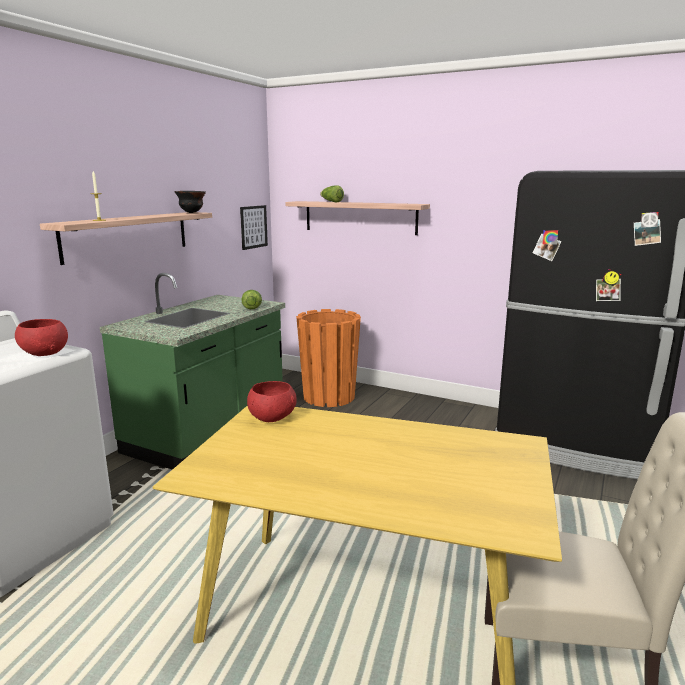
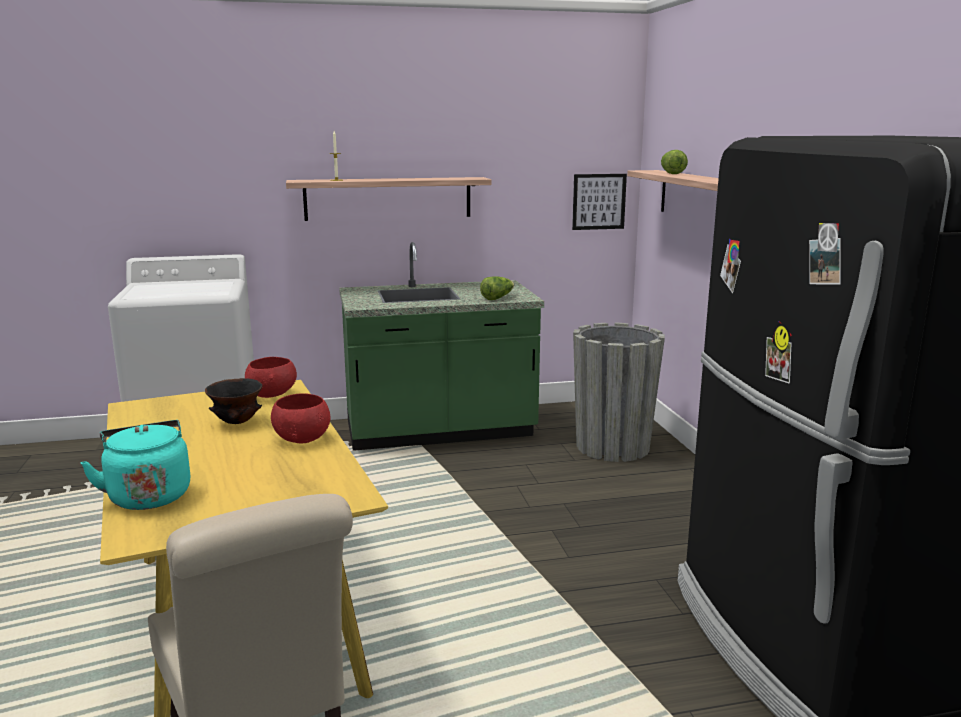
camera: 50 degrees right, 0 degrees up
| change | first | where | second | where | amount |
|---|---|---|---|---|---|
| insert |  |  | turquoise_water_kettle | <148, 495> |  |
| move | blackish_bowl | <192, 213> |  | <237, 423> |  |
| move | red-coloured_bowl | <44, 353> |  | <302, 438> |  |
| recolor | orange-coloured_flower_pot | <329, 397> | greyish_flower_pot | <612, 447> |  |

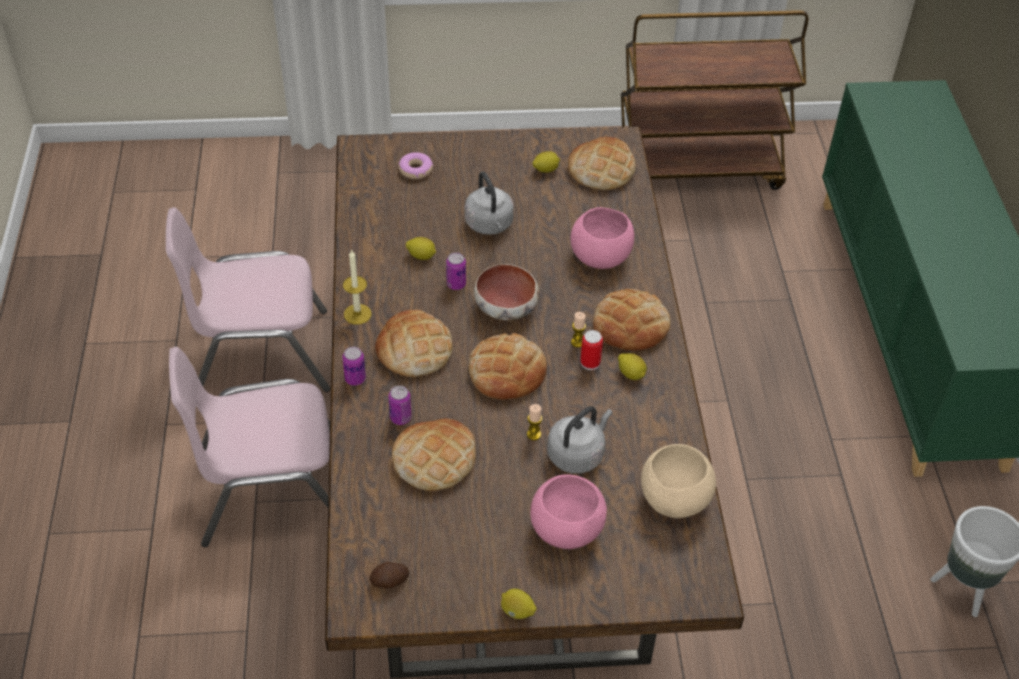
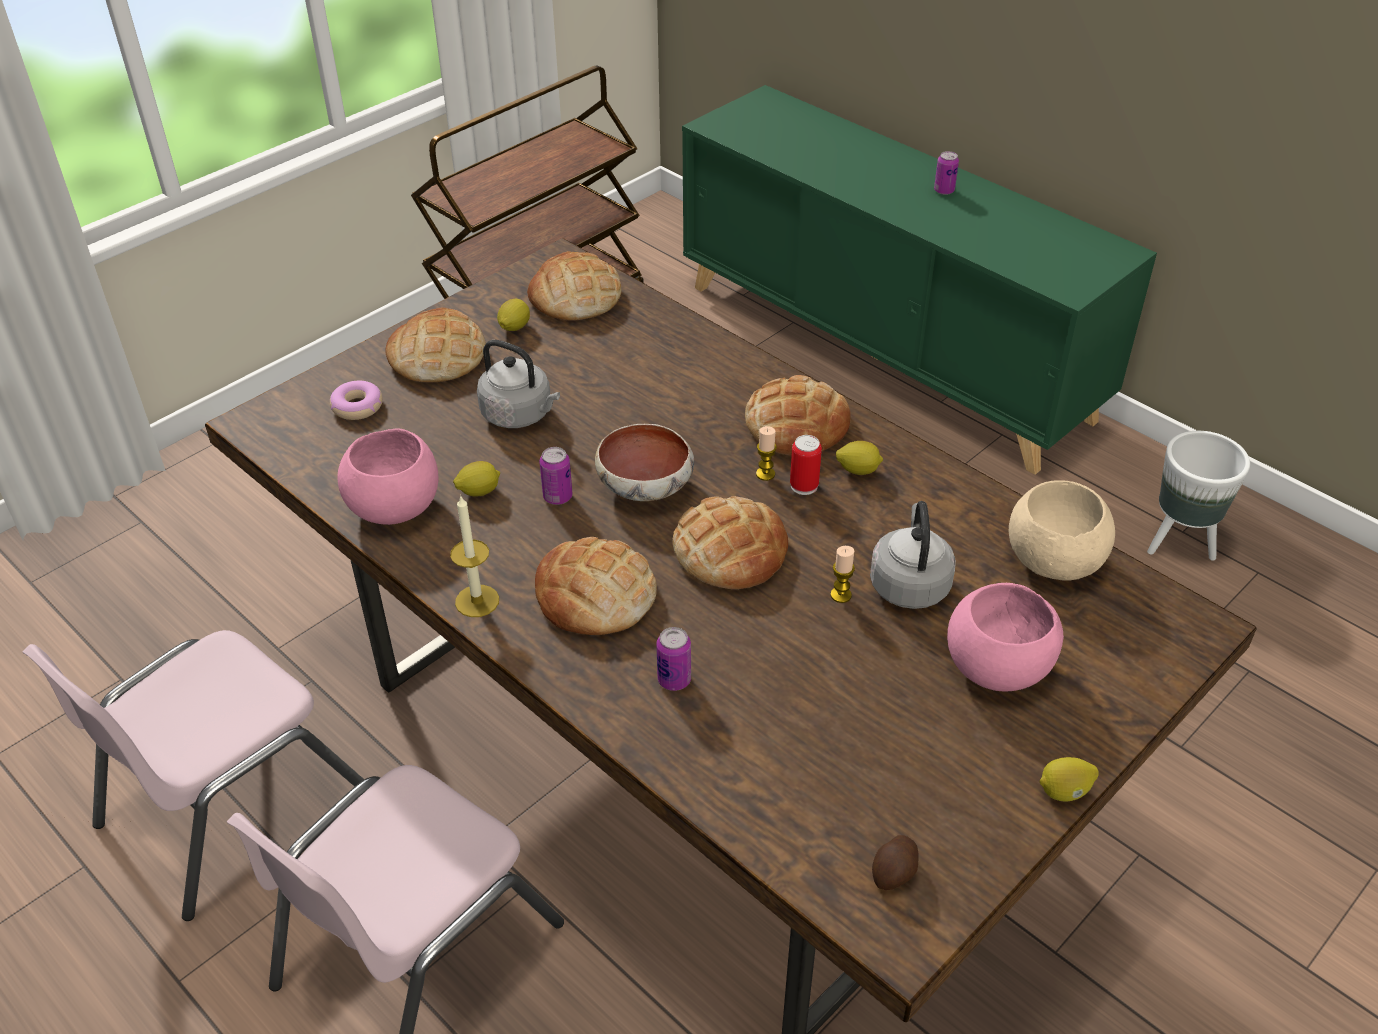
camera: 40 degrees left, 5 degrees down
| change | first | where | second | where | amount |
|---|---|---|---|---|---|
| move | pink-coloured_bowl | <602, 256> |  | <396, 505> |  |
| move | bakery_bread | <434, 459> |  | <437, 355> |  |
| move | sealed_can | <355, 379> |  | <944, 190> |  |

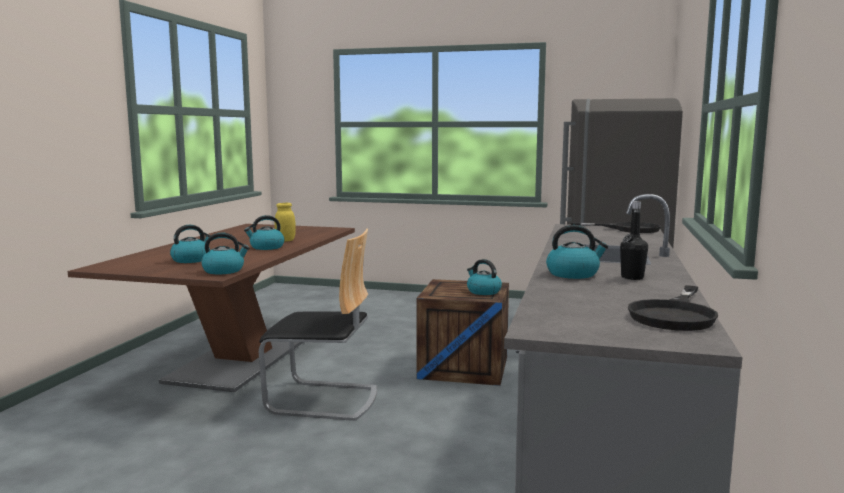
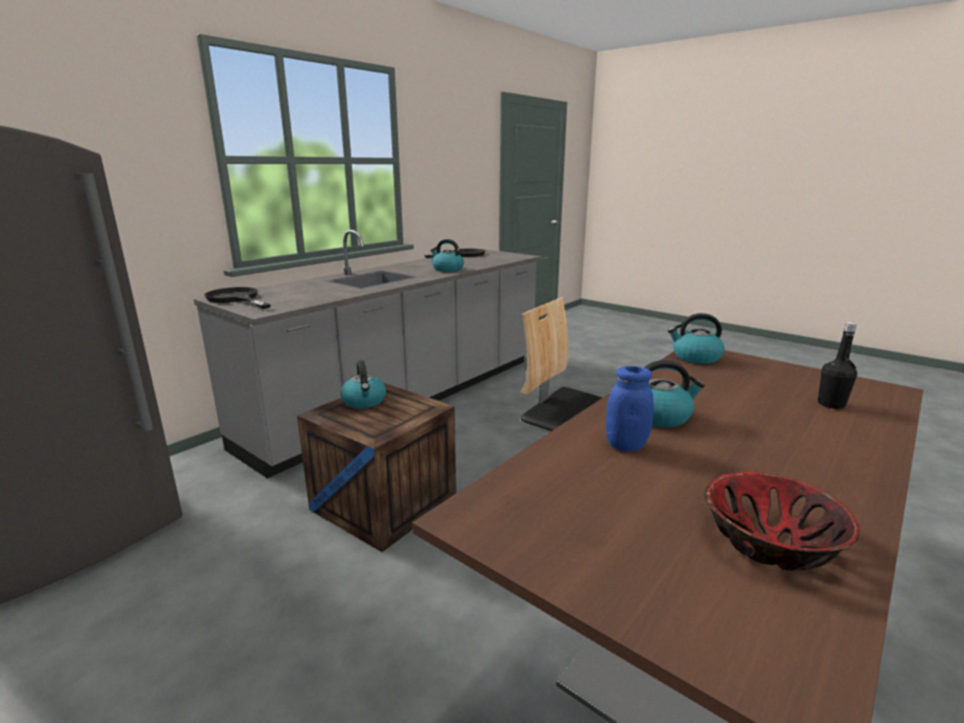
camera: 155 degrees left, 10 degrees up
| change | first | where | second | where | amount |
|---|---|---|---|---|---|
| recolor | yellow_preserve_jar | <285, 240> | blue-coloured_preserve_jar | <626, 445> |  |
| insert |  |  | bowl | <769, 541> |  |
| move | blackish_drink_bottle | <632, 277> |  | <831, 404> |  |
| delete | water_kettle | <191, 260> |  |  |  |

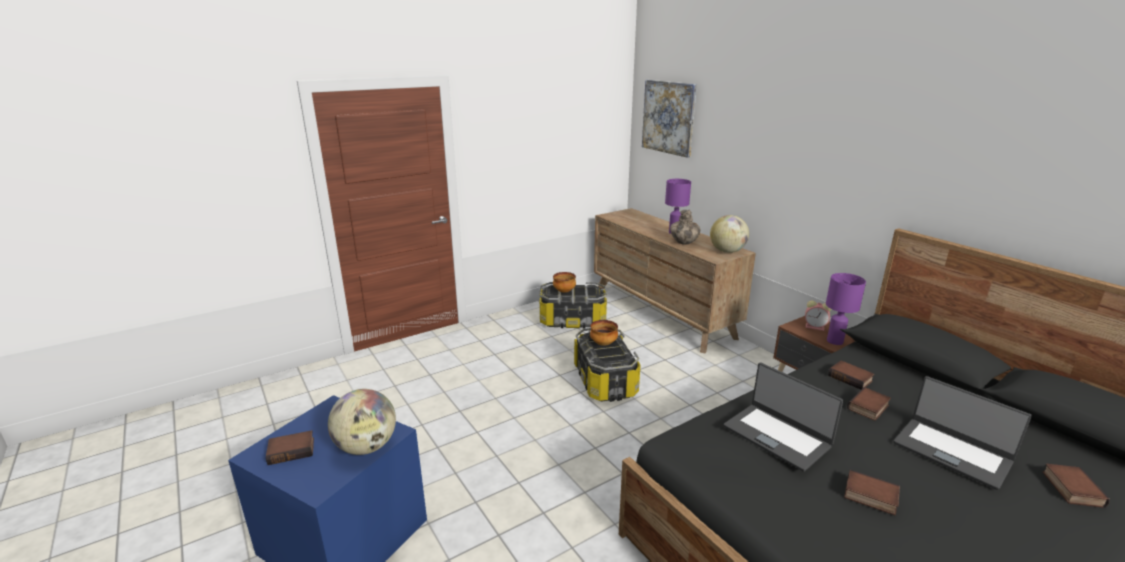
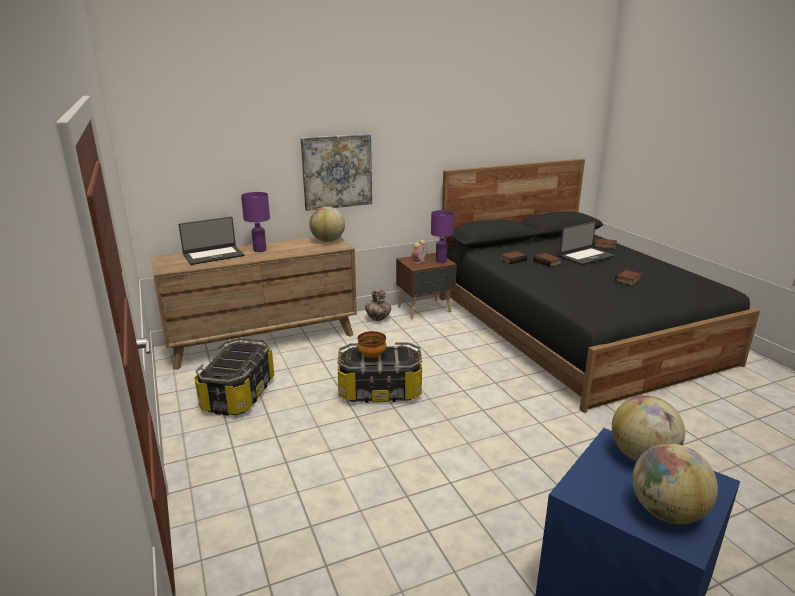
camera: 80 degrees left, 0 degrees up
| change | first | where | second | where | amount |
|---|---|---|---|---|---|
| move | portable_computer | <777, 436> |  | <213, 255> |  |
| move | wall_art | <668, 117> |  | <337, 172> |  |
| move | vase | <684, 243> |  | <378, 319> |  |
| replace | book | <292, 450> | world_globe | <666, 512> |  |
| delete | bowl | <564, 291> |  |  |  |

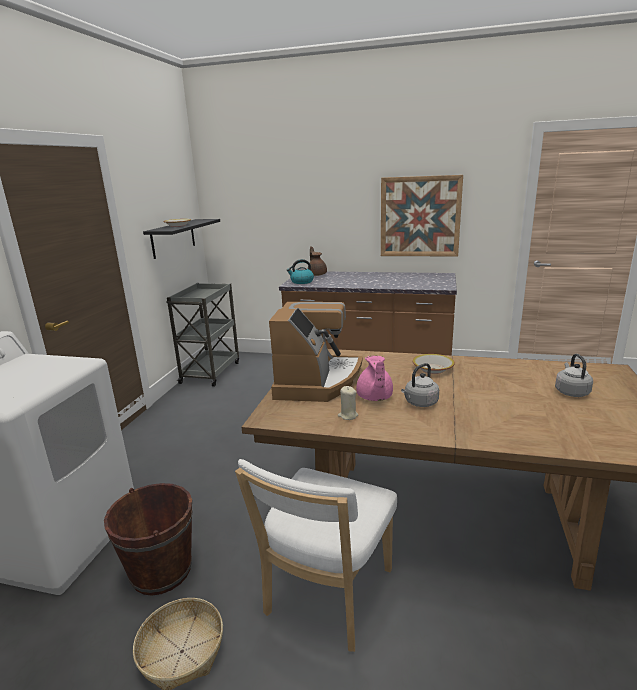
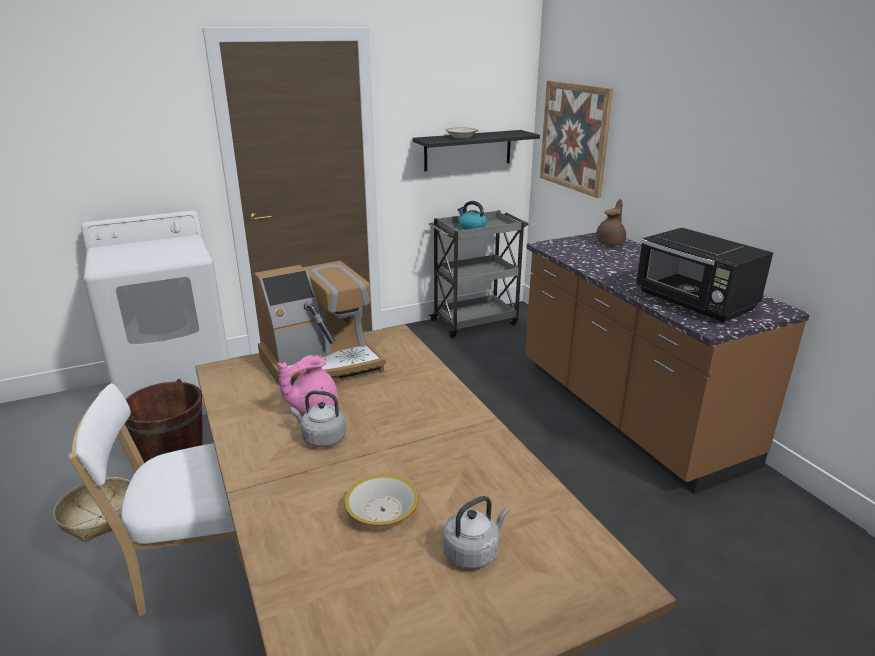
camera: 50 degrees right, 5 degrees up
| change | first | where | second | where | amount |
|---|---|---|---|---|---|
| move | bowl | <433, 369> |  | <382, 510> |  |
| move | water_kettle | <301, 282> |  | <472, 227> |  |
| move | wall_art | <420, 217> |  | <574, 137> |  |
| insert |  |  | blackish_microwave_oven | <695, 303> |  |
| delete | sand-coloured_candle | <348, 415> |  |  |  |

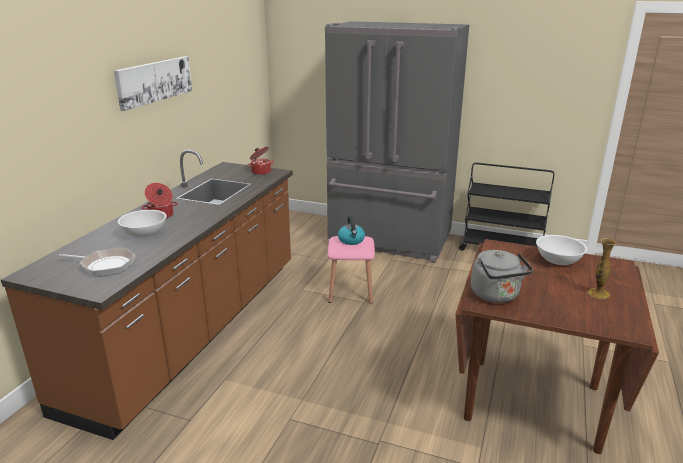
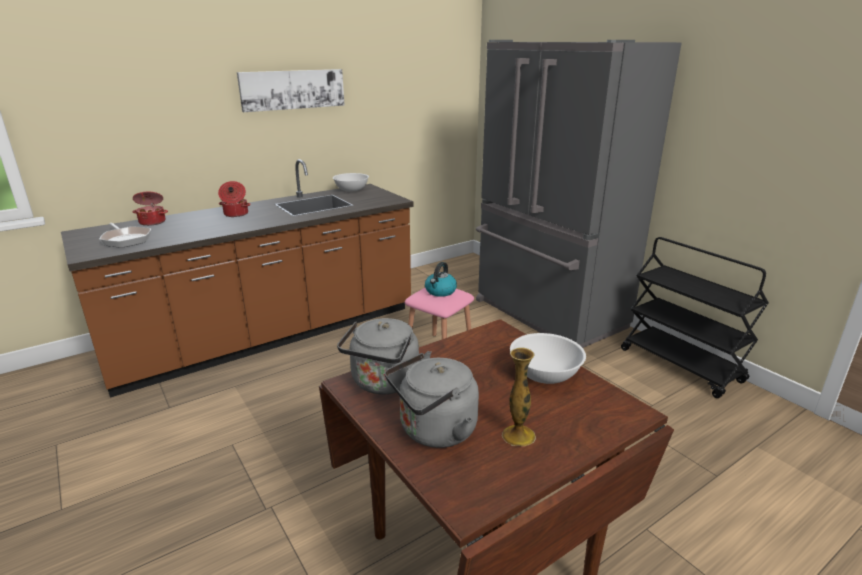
camera: 35 degrees right, 0 degrees up
| change | first | where | second | where | amount |
|---|---|---|---|---|---|
| move | saucepot | <261, 172> |  | <153, 222> |  |
| move | white_bowl | <144, 233> |  | <351, 190> |  |
| insert |  |  | greyish_water_kettle | <434, 431> |  |

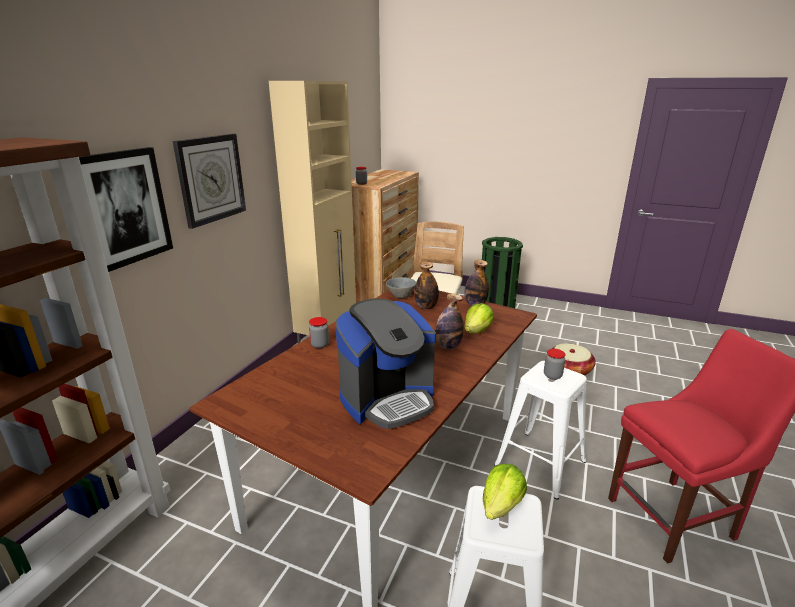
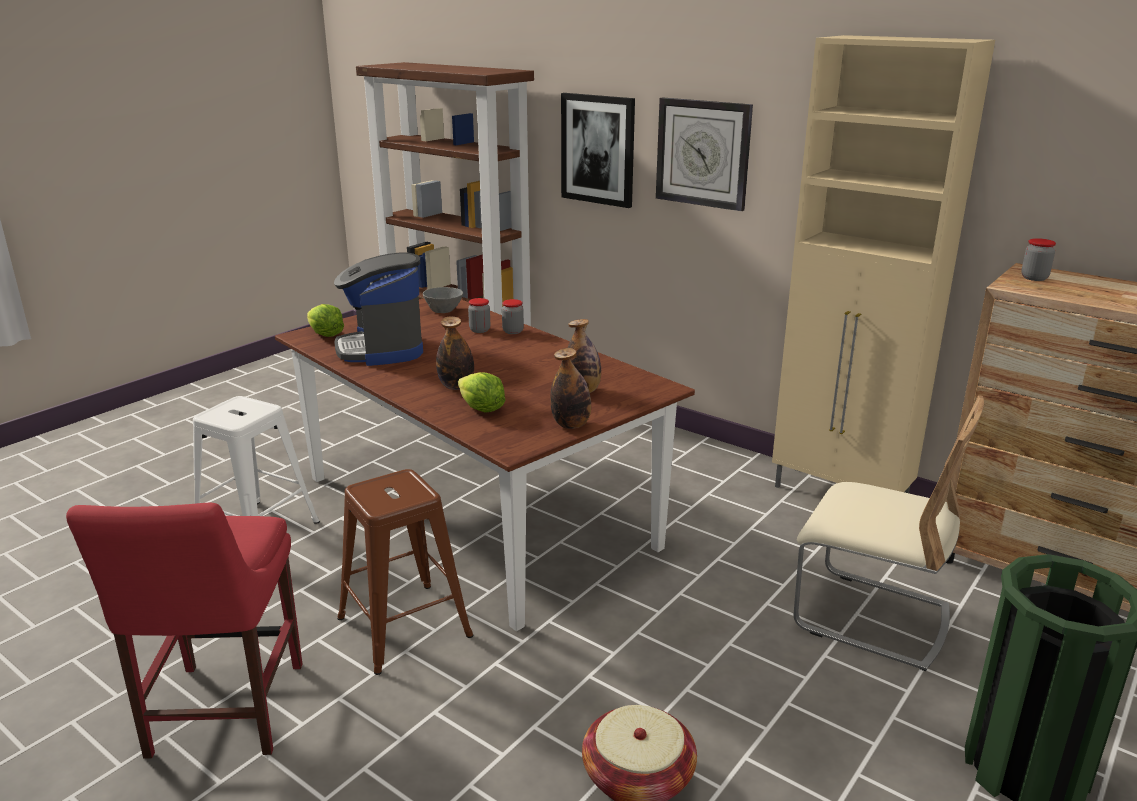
camera: 105 degrees right, 0 degrees up
| change | first | where | second | where | amount |
|---|---|---|---|---|---|
| move | lettuce_head | <502, 505> |  | <326, 335> |  |
| recolor | white_sitting_stool | <540, 464> | brown-coloured_sitting_stool | <402, 626> |  |
| move | greyish_bowl | <401, 295> |  | <444, 311> |  |
| move | preserve_jar | <552, 375> |  | <480, 330> |  |

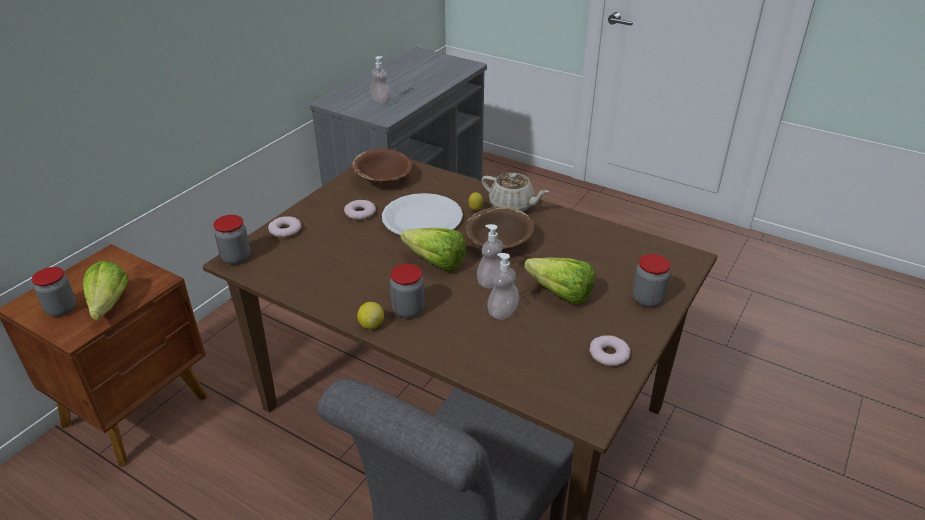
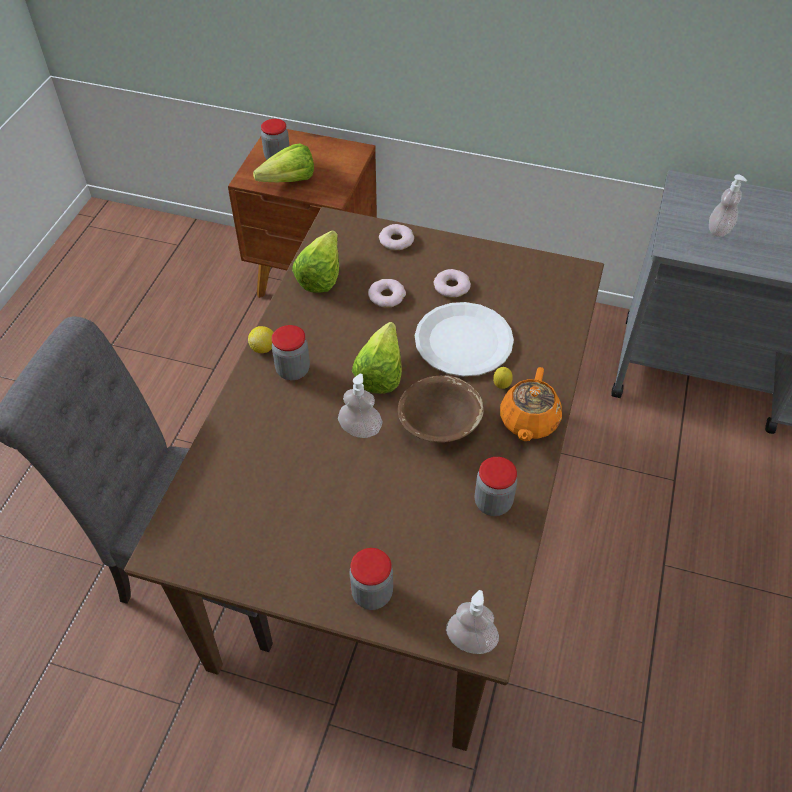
camera: 75 degrees right, 15 degrees up
| change | first | where | second | where | amount |
|---|---|---|---|---|---|
| move | lettuce_head | <556, 291> |  | <324, 273> |  |
| move | ring_doughnut | <608, 354> |  | <387, 296> |  |
| move | soap_bottle | <502, 312> |  | <471, 641> |  |
| move | preserve_jar | <236, 258> |  | <493, 502> |  |
| recolor | sand-coloured_tea_pot | <512, 206> | orange-coloured_tea_pot | <528, 421> |  |
| delete | brown-coloured_bowl | <383, 179> |  |  |  |

